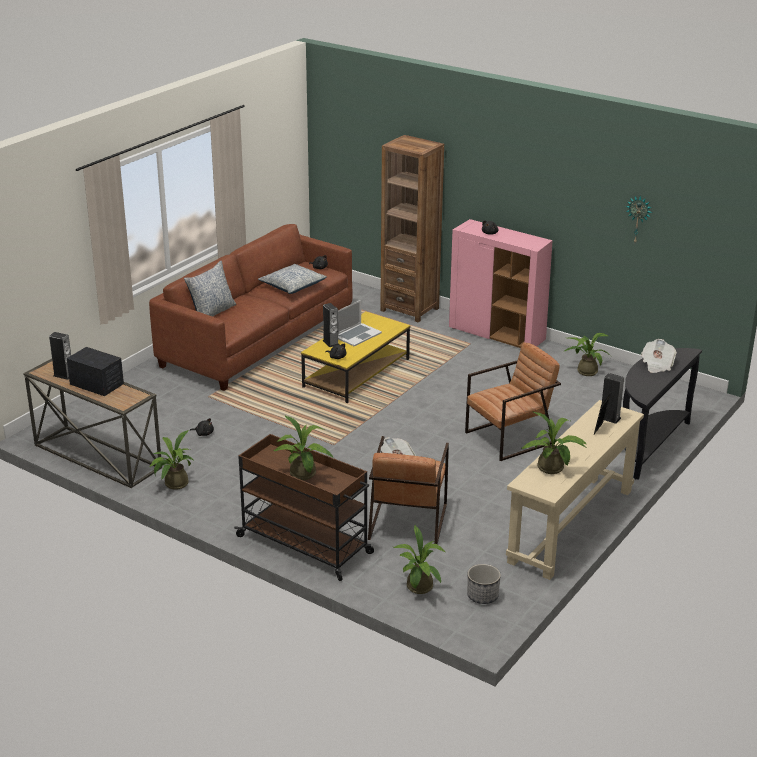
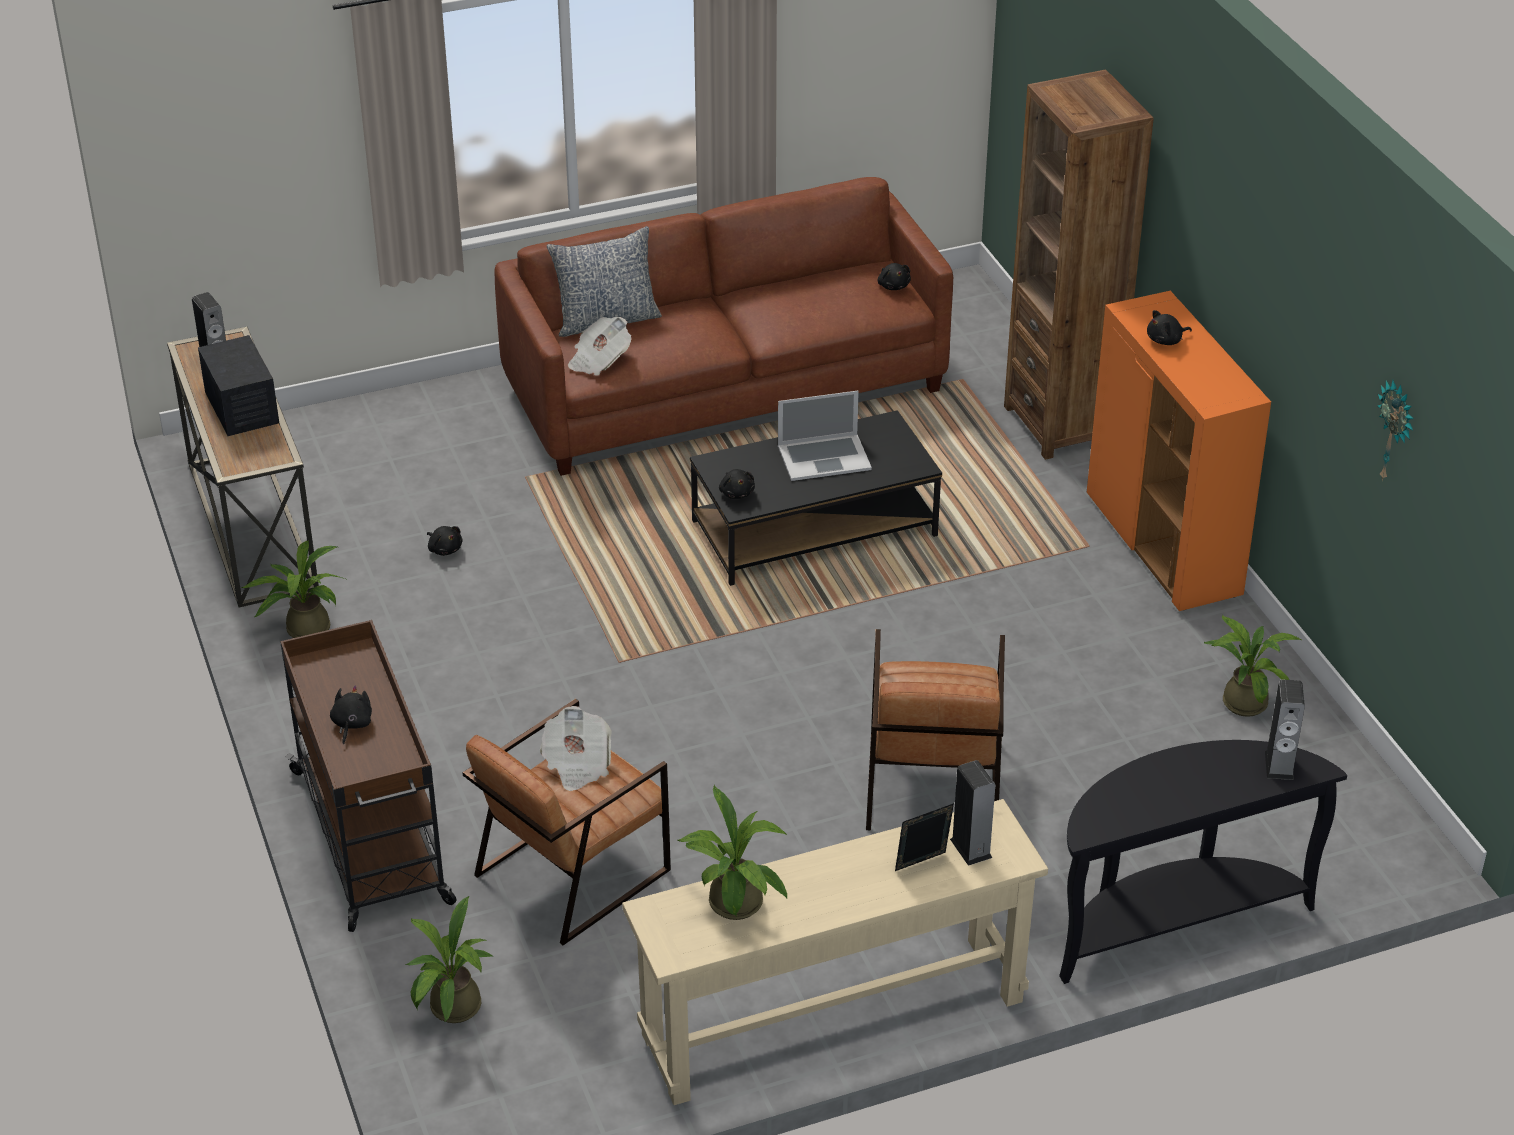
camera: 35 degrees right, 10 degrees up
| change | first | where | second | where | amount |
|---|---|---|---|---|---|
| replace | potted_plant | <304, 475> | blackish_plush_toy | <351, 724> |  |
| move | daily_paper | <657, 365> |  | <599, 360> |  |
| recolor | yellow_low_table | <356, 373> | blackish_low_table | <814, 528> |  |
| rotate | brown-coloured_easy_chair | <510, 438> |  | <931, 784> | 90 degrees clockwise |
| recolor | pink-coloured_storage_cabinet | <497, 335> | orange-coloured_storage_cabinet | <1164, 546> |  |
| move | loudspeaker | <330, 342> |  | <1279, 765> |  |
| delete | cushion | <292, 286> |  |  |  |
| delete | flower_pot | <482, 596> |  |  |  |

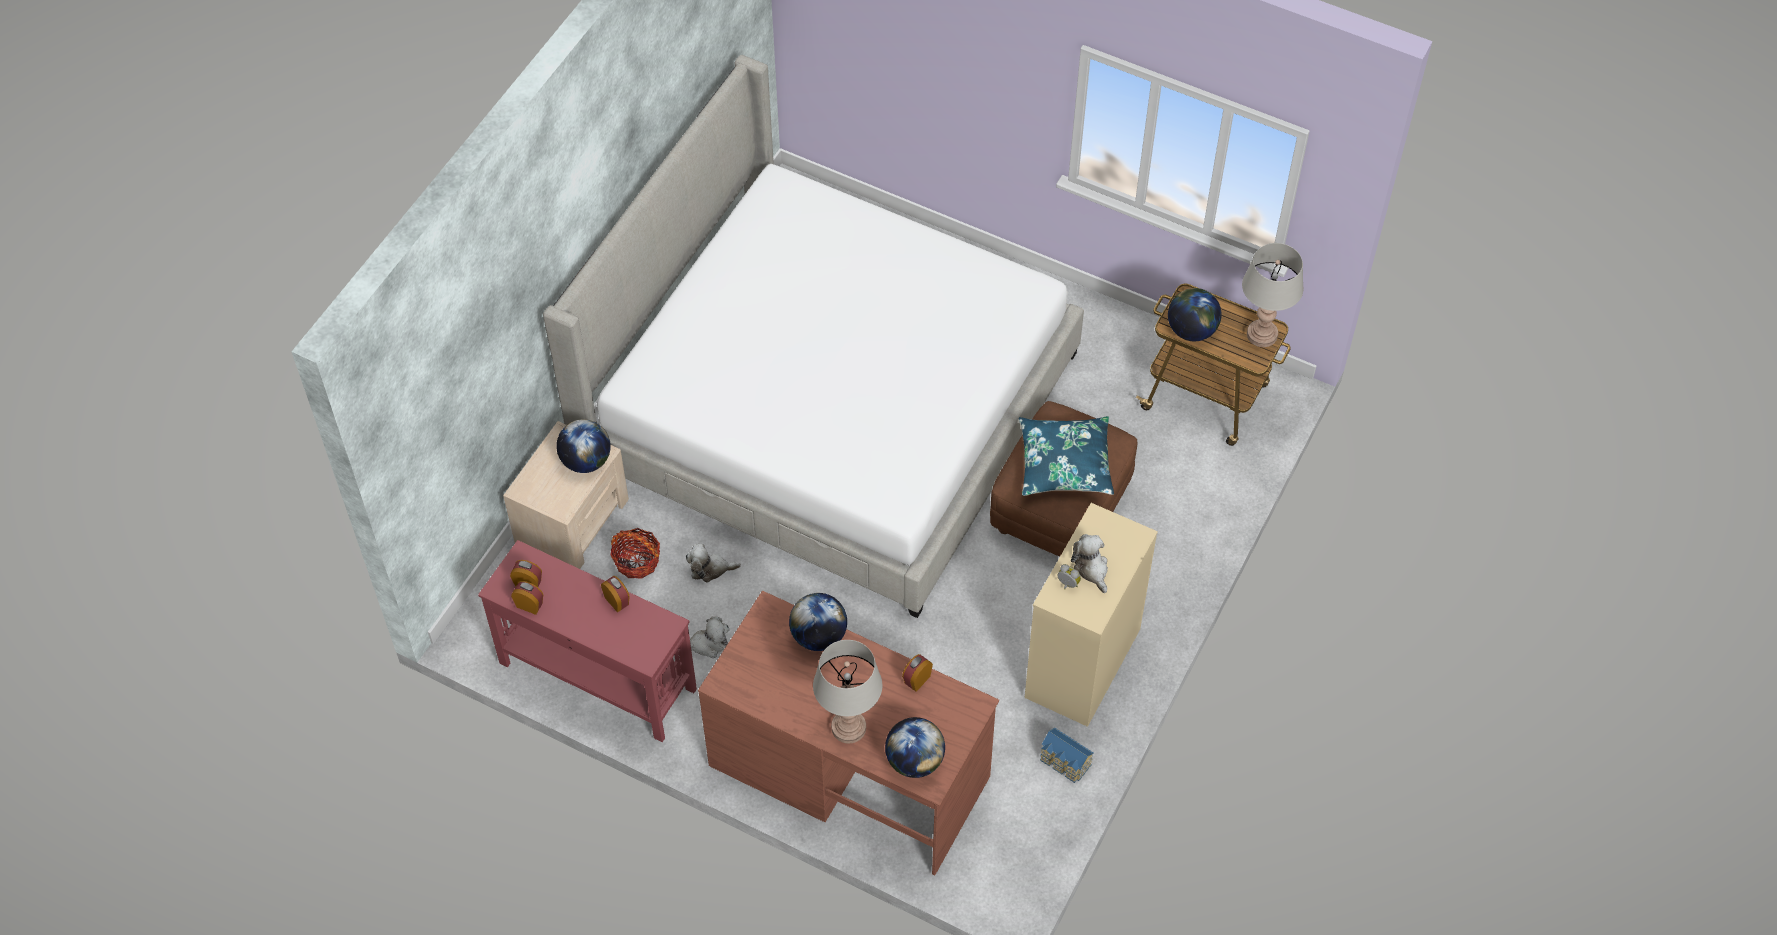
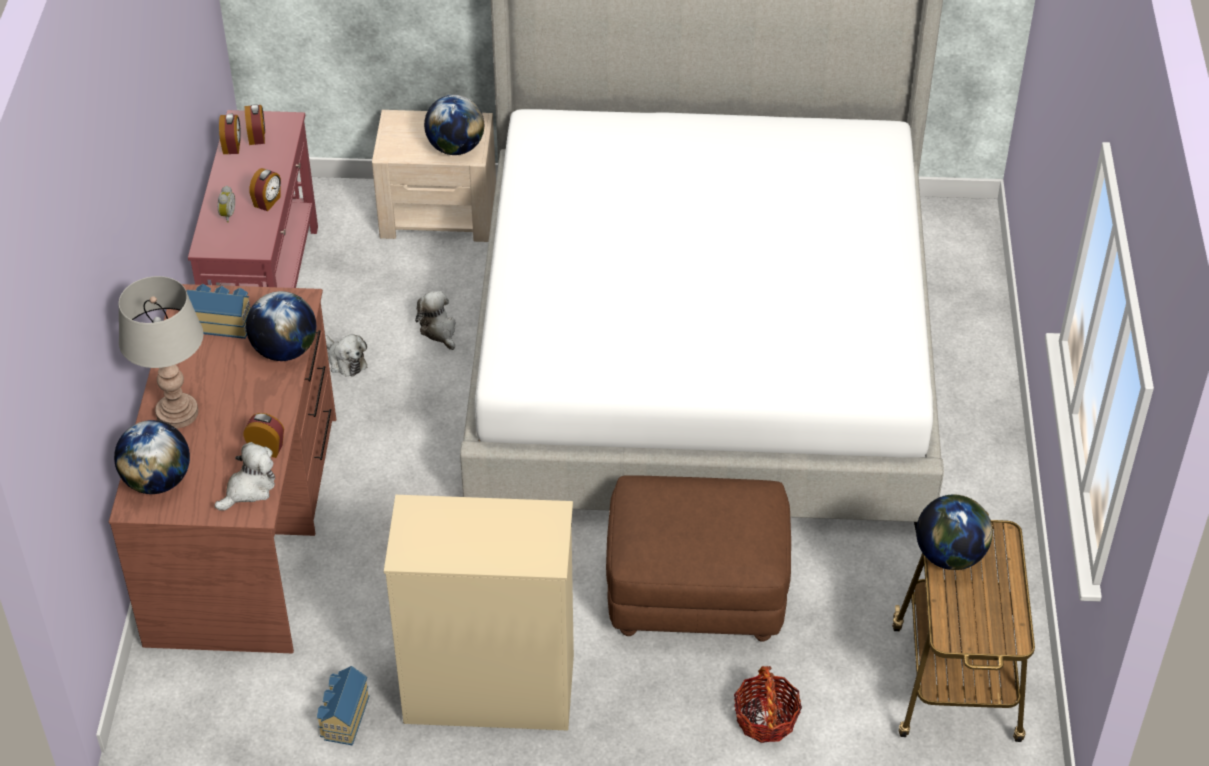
camera: 65 degrees right, 10 degrees down
| change | first | where | second | where | amount |
|---|---|---|---|---|---|
| insert |  |  | miniature_house | <221, 323> |  |
| move | plush_toy | <1091, 568> |  | <249, 489> |  |
| move | alarm_clock | <1067, 585> |  | <226, 215> |  |
| move | household_basket | <637, 561> |  | <765, 719> |  |
| delete | blue-coloured_cushion | <1064, 463> |  |  |  |
| delete | greyish_tabletop_lamp | <1262, 335> |  |  |  |

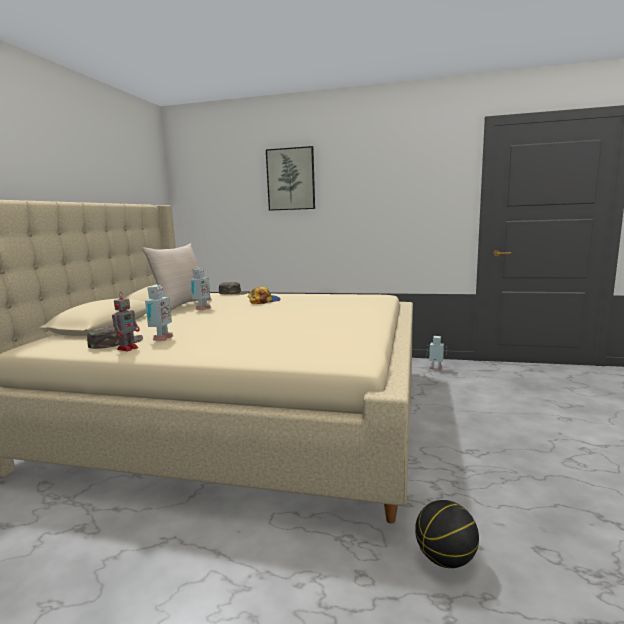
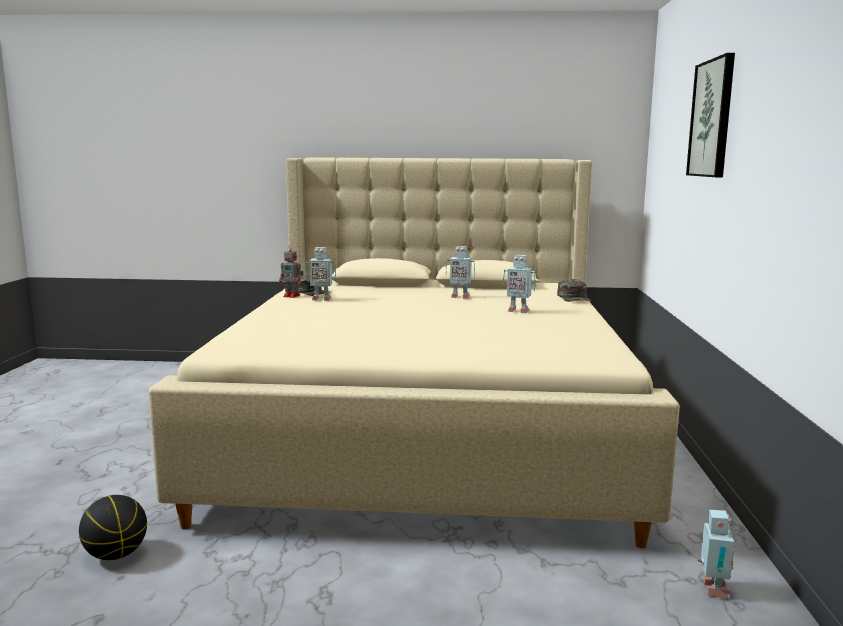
camera: 80 degrees right, 0 degrees up
| change | first | where | second | where | amount |
|---|---|---|---|---|---|
| replace | cap | <264, 301> | toy_robot | <518, 311> |  |
| delete | sand-coloured_cushion | <182, 305> |  |  |  |

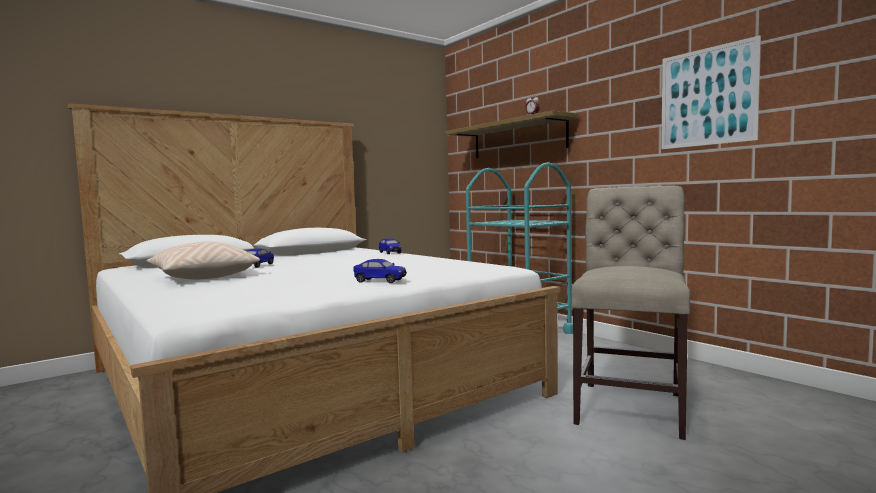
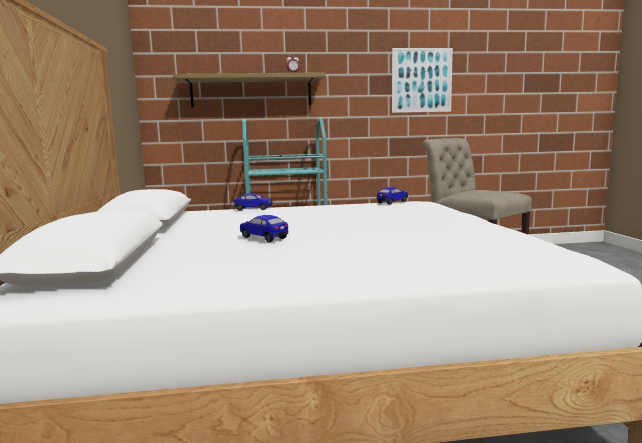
camera: 60 degrees left, 5 degrees up
| change | first | where | second | where | amount |
|---|---|---|---|---|---|
| move | toy_car | <380, 281> |  | <392, 202> |  |
| delete | sand-coloured_cushion | <203, 277> |  |  |  |

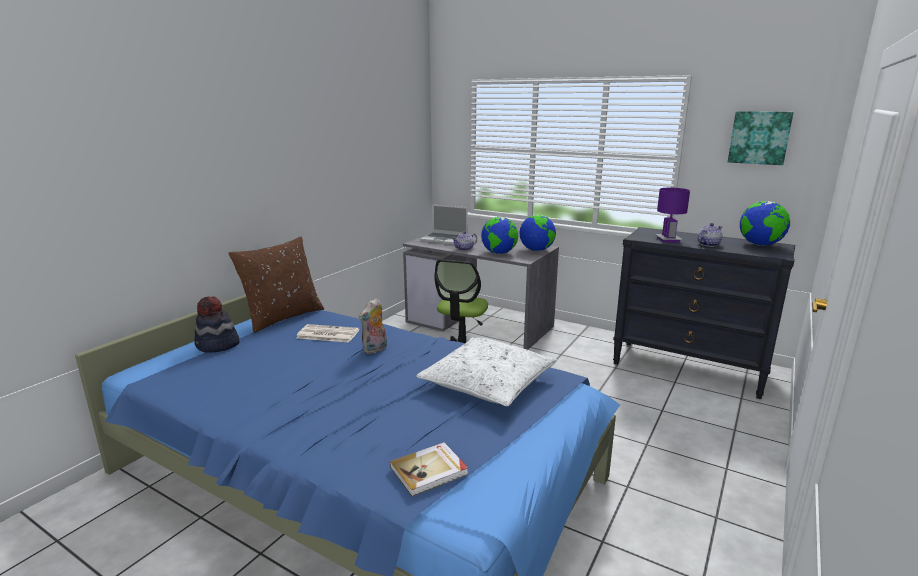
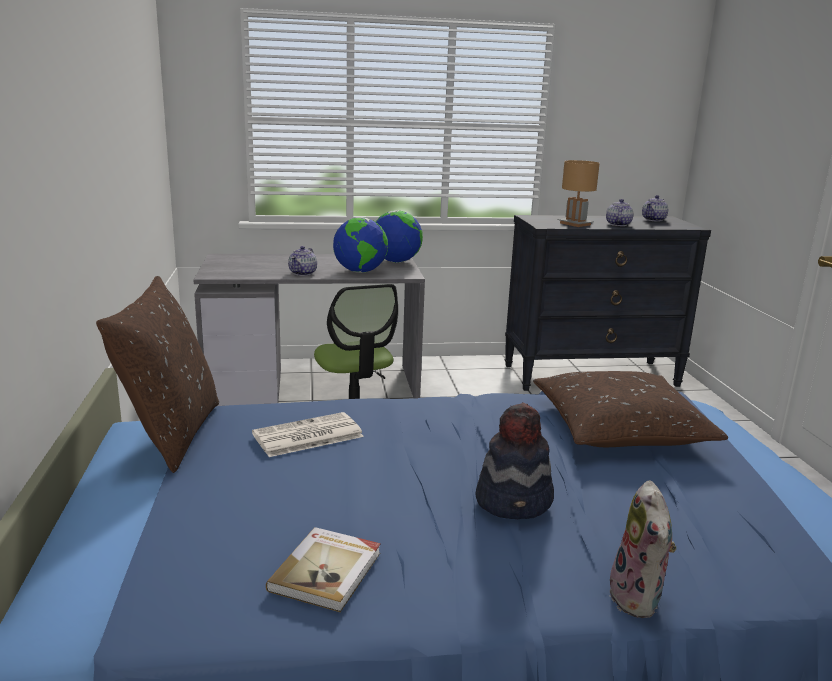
camera: 40 degrees left, 0 degrees up
| change | first | where | second | where | amount |
|---|---|---|---|---|---|
| move | book | <429, 471> |  | <327, 571> |  |
| move | clothing_hat | <217, 346> |  | <515, 501> |  |
| recolor | white_cushion | <488, 382> | brown-coloured_cushion | <620, 428> |  |
| recolor | purple_tabletop_lamp | <667, 239> | brown-coloured_tabletop_lamp | <575, 224> |  |
| move | plush_toy | <375, 349> |  | <639, 599> |  |
| replace | world_globe | <760, 245> | tea_pot | <654, 220> |  |
| delete | portable_computer | <445, 239> |  |  |  |
| delete | wall_art | <759, 137> |  |  |  |

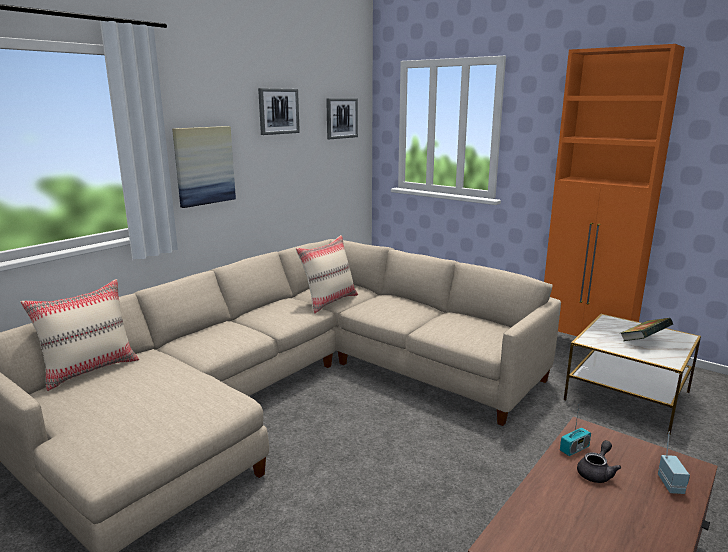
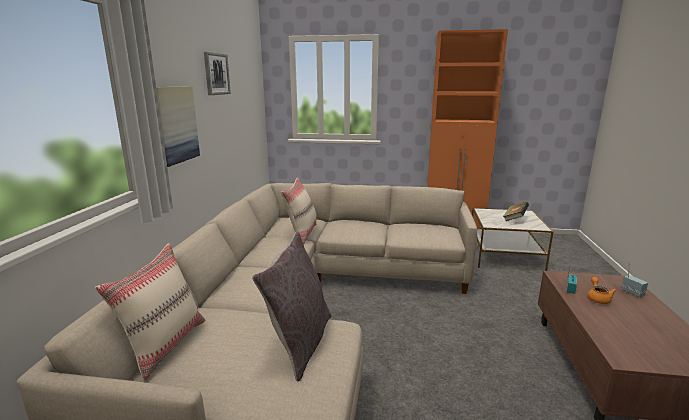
camera: 30 degrees left, 0 degrees up
| change | first | where | second | where | amount |
|---|---|---|---|---|---|
| insert |  |  | greyish_cushion | <299, 342> |  |
| recolor | greyish_tea_pot | <596, 472> | orange-coloured_tea_pot | <598, 298> |  |
| delete | wall_art | <341, 118> |  |  |  |

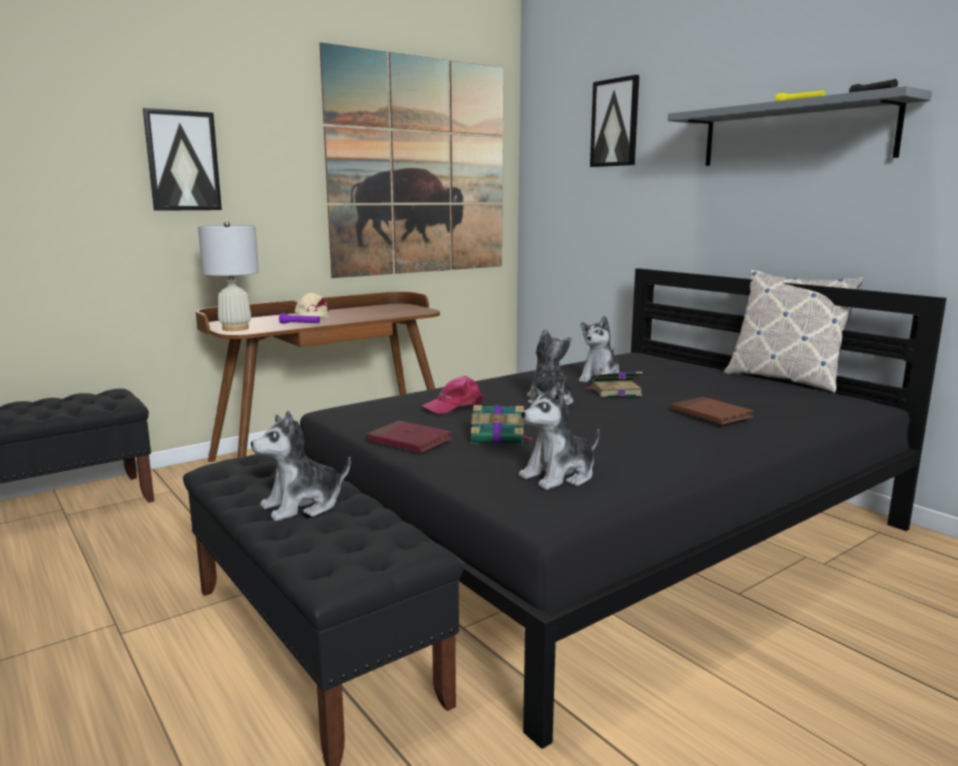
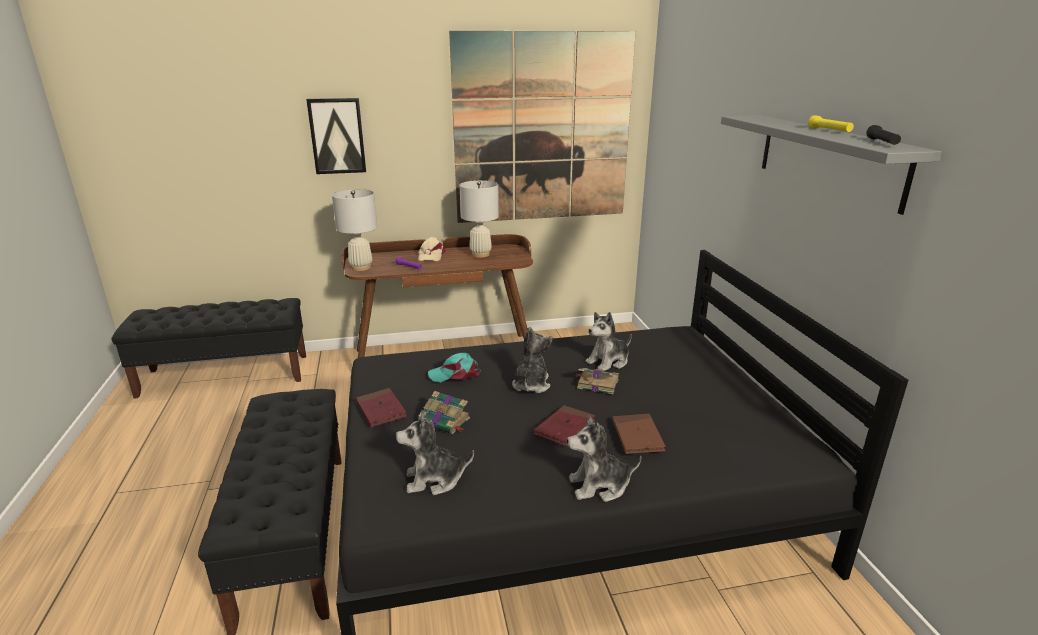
camera: 25 degrees right, 10 degrees up
| change | first | where | second | where | amount |
|---|---|---|---|---|---|
| recolor | pink-coloured_cap | <454, 406> | turquoise_cap | <455, 374> |  |
| insert |  |  | white_tabletop_lamp | <480, 254> |  |
| insert |  |  | red-coloured_book | <565, 428> |  |
| move | plush_toy | <303, 505> |  | <599, 486> |  |
| delete | wall_art | <615, 123> |  |  |  |
| delete | cushion | <784, 379> |  |  |  |

